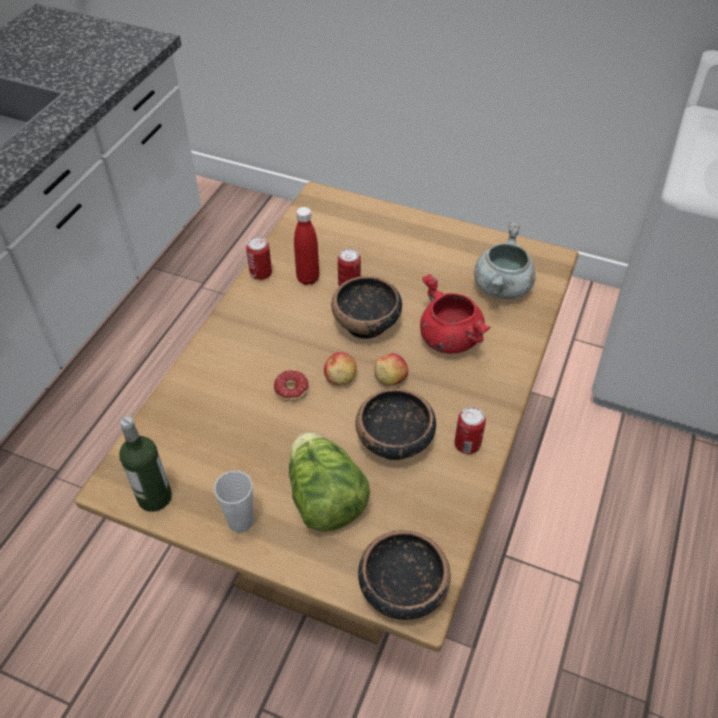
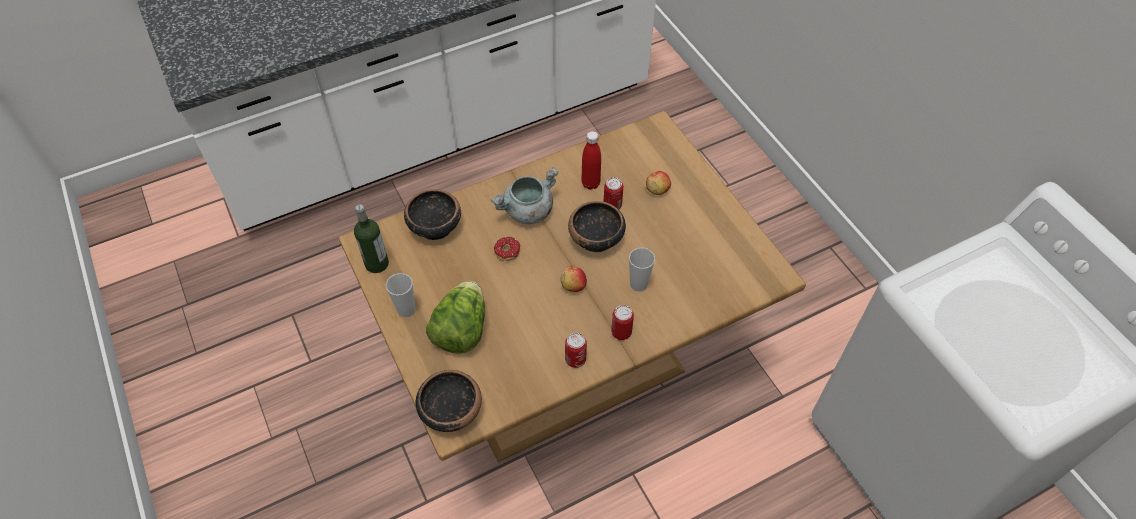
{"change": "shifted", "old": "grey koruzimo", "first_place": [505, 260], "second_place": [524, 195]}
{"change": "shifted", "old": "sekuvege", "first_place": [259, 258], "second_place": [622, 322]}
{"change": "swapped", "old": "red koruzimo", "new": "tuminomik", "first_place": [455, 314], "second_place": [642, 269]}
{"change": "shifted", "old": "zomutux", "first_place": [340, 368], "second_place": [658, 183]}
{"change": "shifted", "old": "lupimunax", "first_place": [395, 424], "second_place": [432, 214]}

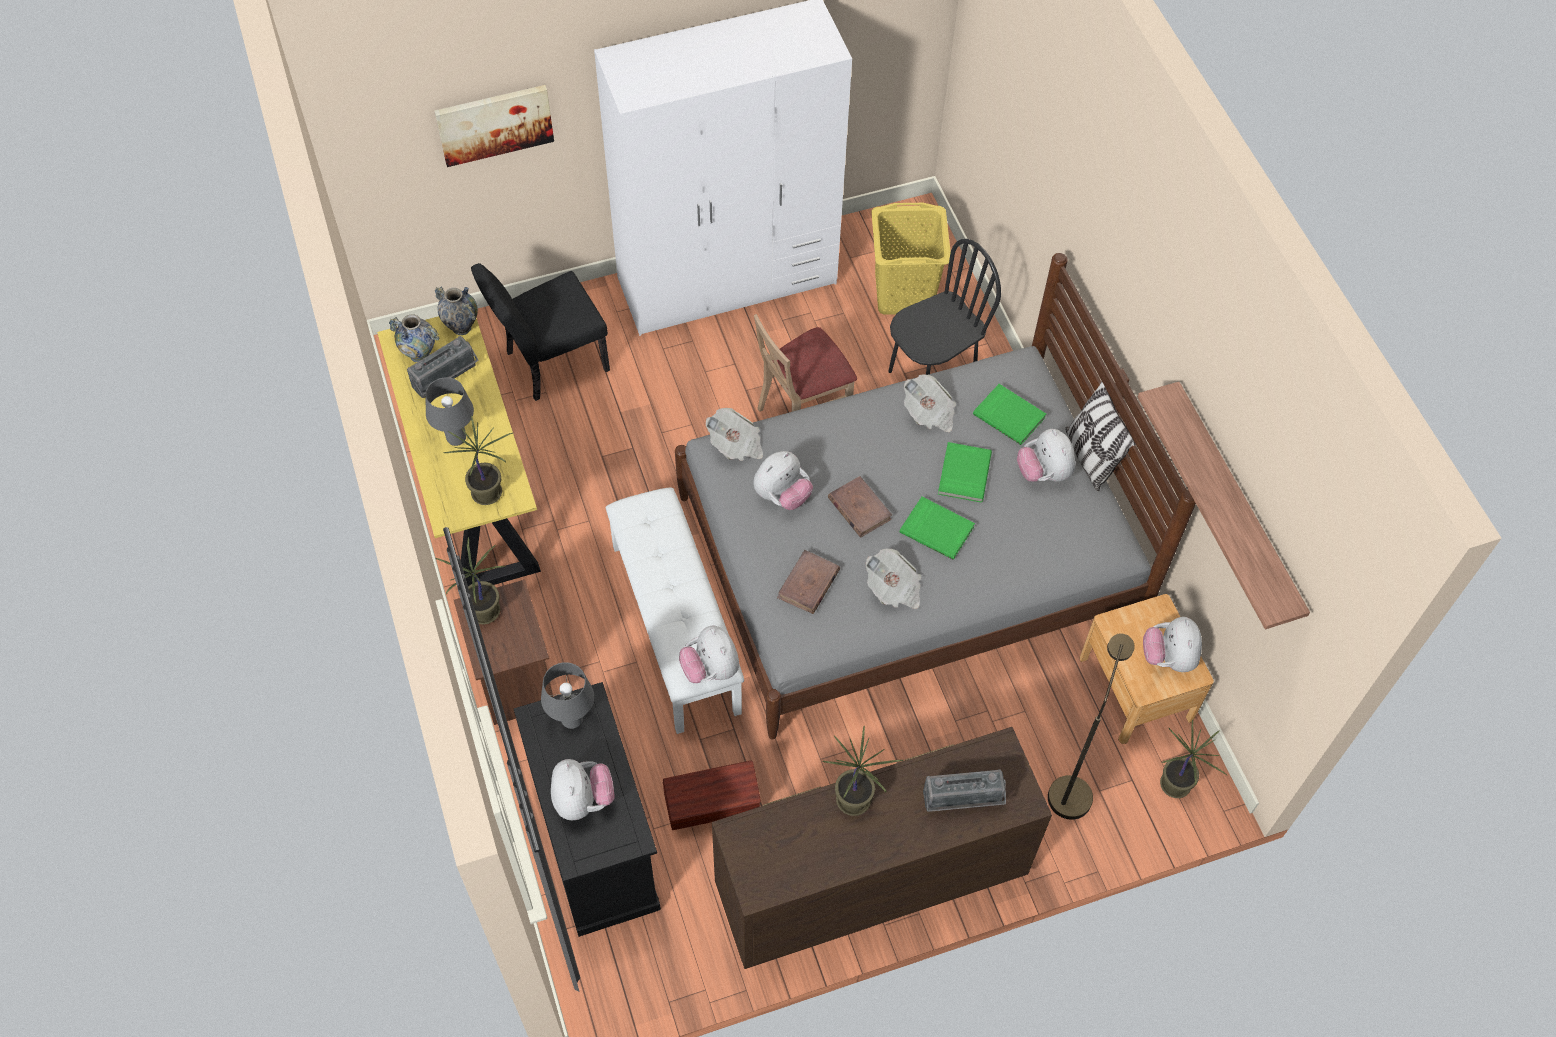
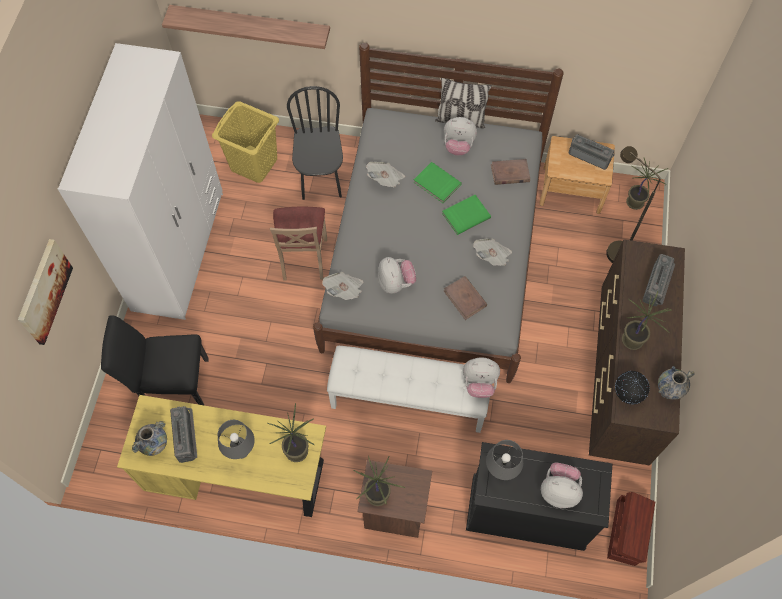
{"change": "rotated", "old": "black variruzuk", "first_place": [540, 332], "second_place": [155, 360], "degrees": 90}
{"change": "shifted", "old": "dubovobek", "first_place": [456, 310], "second_place": [676, 383]}
{"change": "shifted", "old": "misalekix", "first_place": [1224, 505], "second_place": [246, 27]}
{"change": "gone", "old": "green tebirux", "first_place": [1009, 414]}
{"change": "shifted", "old": "brown tebirux", "first_place": [860, 507], "second_place": [510, 172]}
{"change": "swapped", "old": "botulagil", "new": "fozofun", "first_place": [1172, 644], "second_place": [591, 152]}
{"change": "shifted", "old": "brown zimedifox", "first_place": [712, 795], "second_place": [631, 529]}
{"change": "new", "new": "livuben", "second_place": [632, 387]}

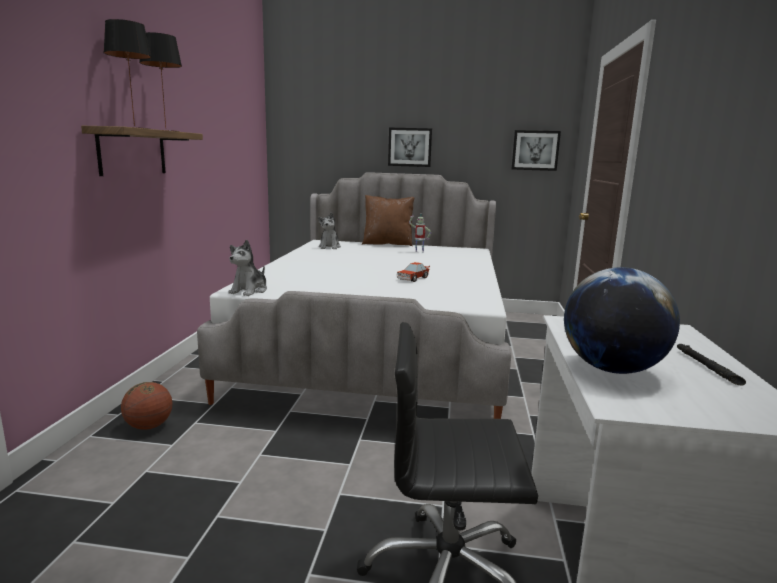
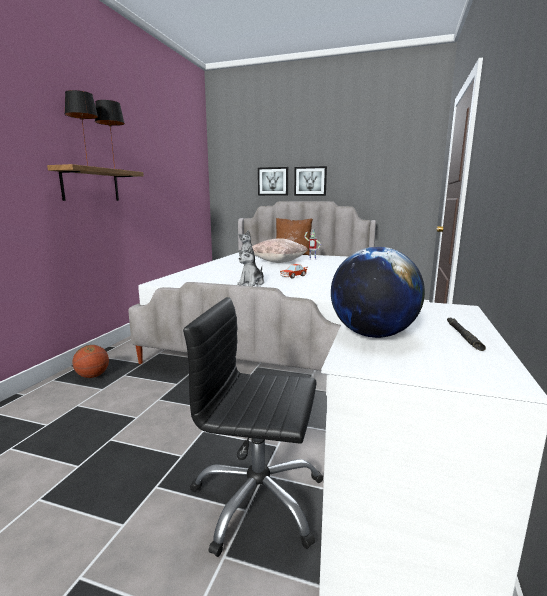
{"change": "shifted", "old": "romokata", "first_place": [536, 150], "second_place": [273, 181]}
{"change": "shifted", "old": "botulagil", "first_place": [248, 268], "second_place": [250, 266]}
{"change": "new", "new": "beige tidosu", "second_place": [280, 250]}

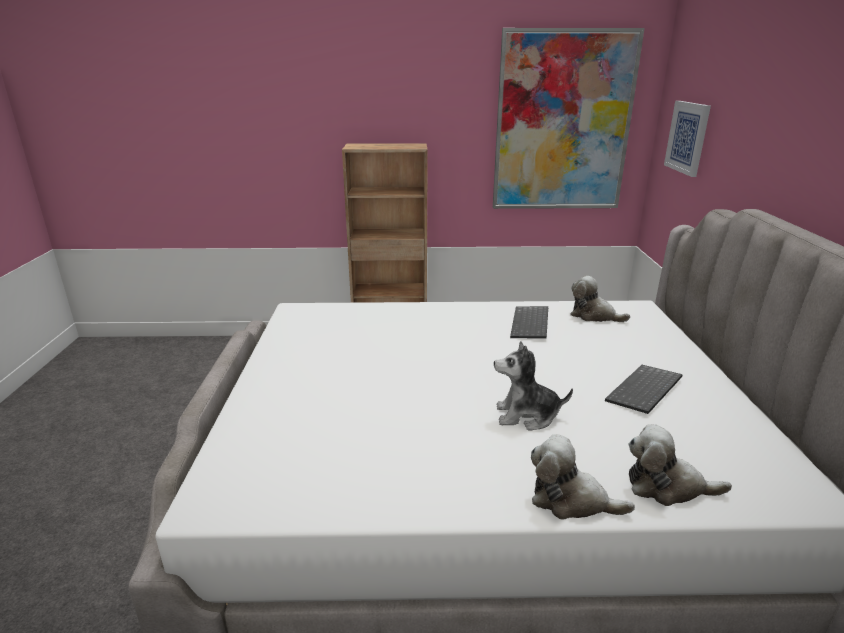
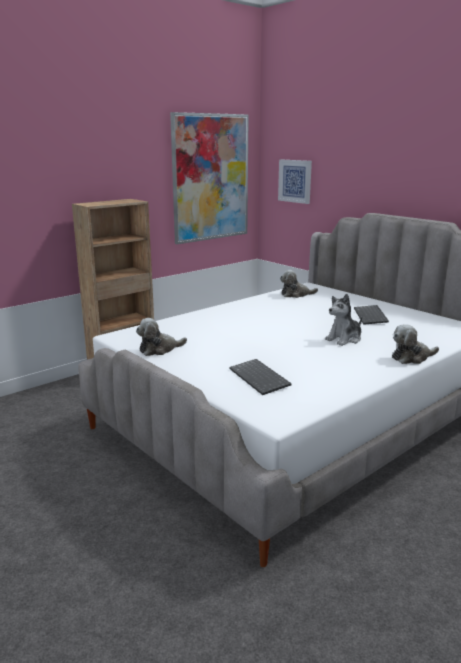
{"change": "shifted", "old": "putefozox", "first_place": [529, 322], "second_place": [260, 377]}
{"change": "shifted", "old": "botulagil", "first_place": [680, 465], "second_place": [161, 337]}

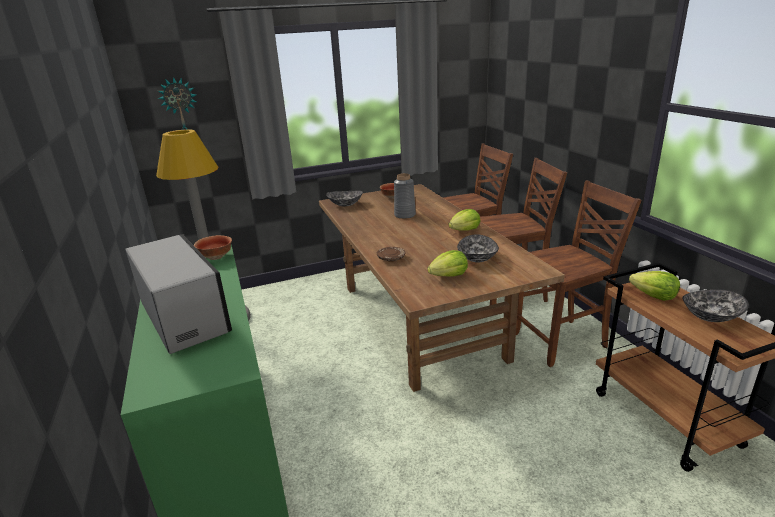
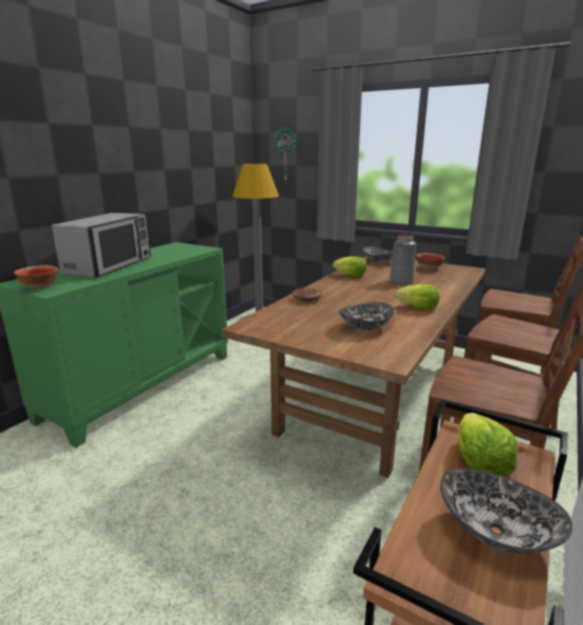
{"change": "shifted", "old": "lupimunax", "first_place": [213, 247], "second_place": [36, 277]}
{"change": "shifted", "old": "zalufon", "first_place": [447, 263], "second_place": [350, 266]}

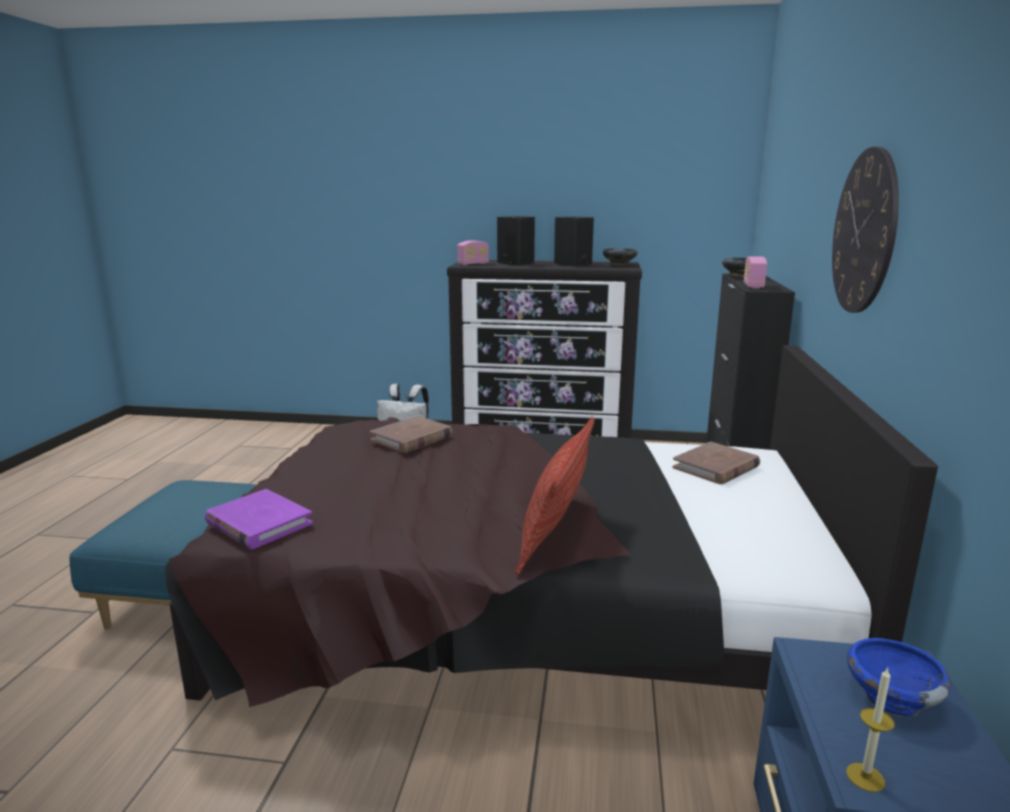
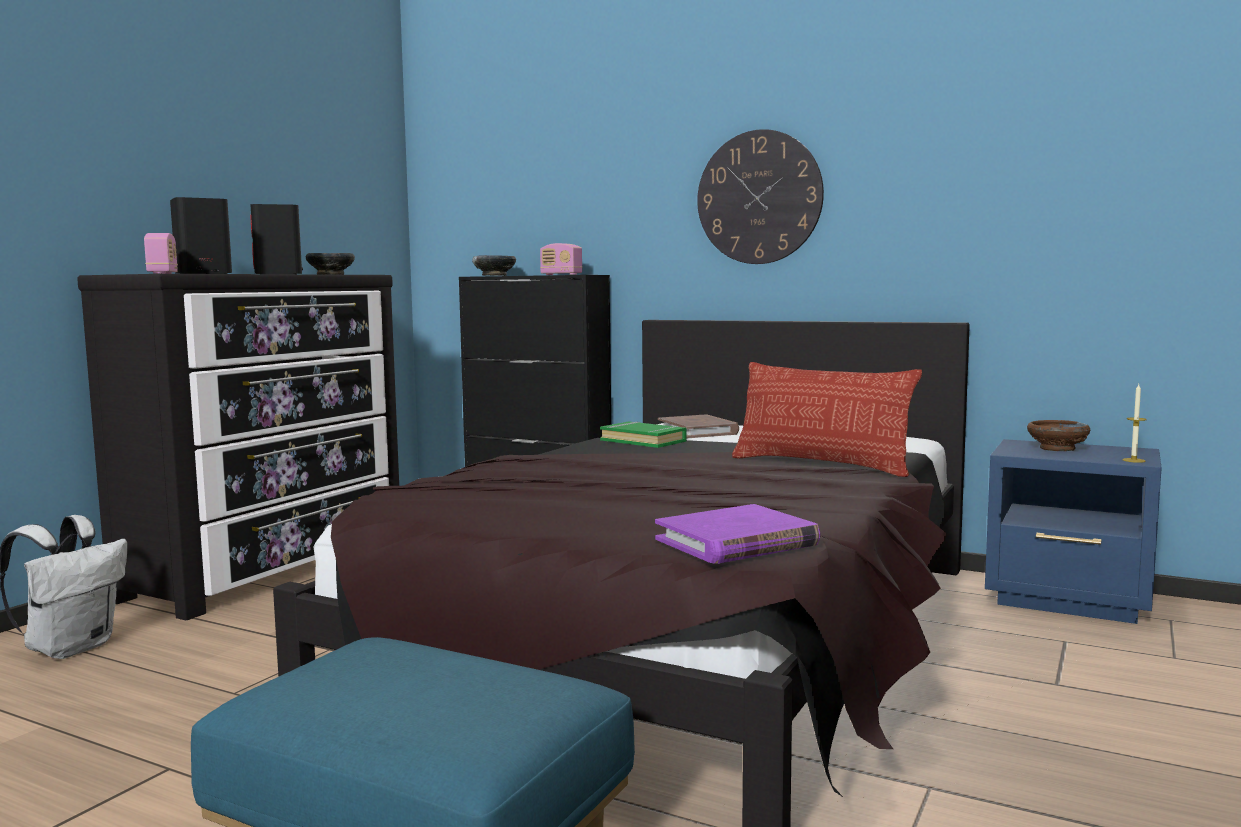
{"change": "gone", "old": "brown tebirux", "first_place": [411, 434]}
{"change": "repainted", "old": "blue lupimunax", "new": "brown lupimunax", "first_place": [899, 677], "second_place": [1058, 435]}
{"change": "new", "new": "green tebirux", "second_place": [643, 435]}

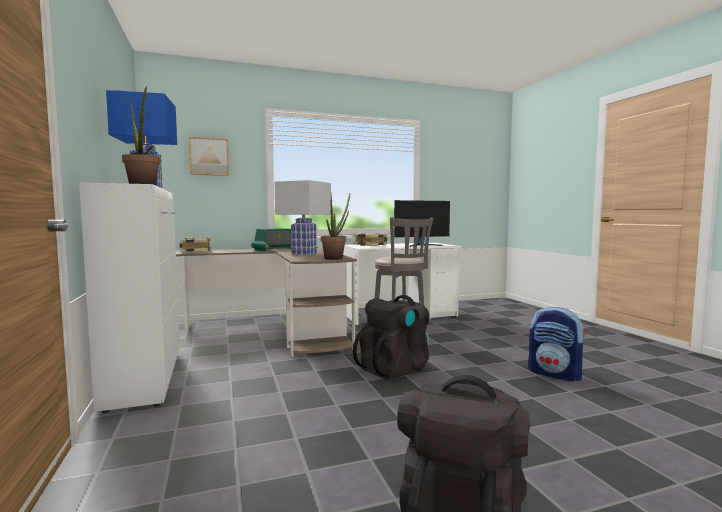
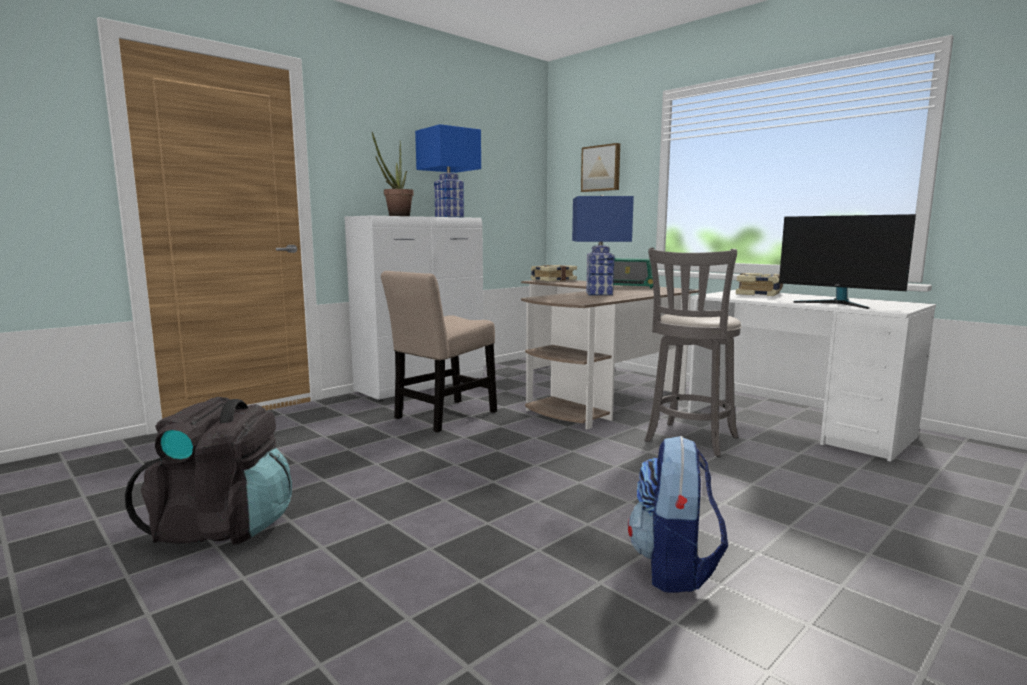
{"change": "repainted", "old": "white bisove", "new": "blue bisove", "first_place": [303, 217], "second_place": [603, 245]}
{"change": "gone", "old": "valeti", "first_place": [335, 226]}
{"change": "gone", "old": "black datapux", "first_place": [391, 337]}
{"change": "new", "new": "beige variruzuk", "second_place": [439, 351]}

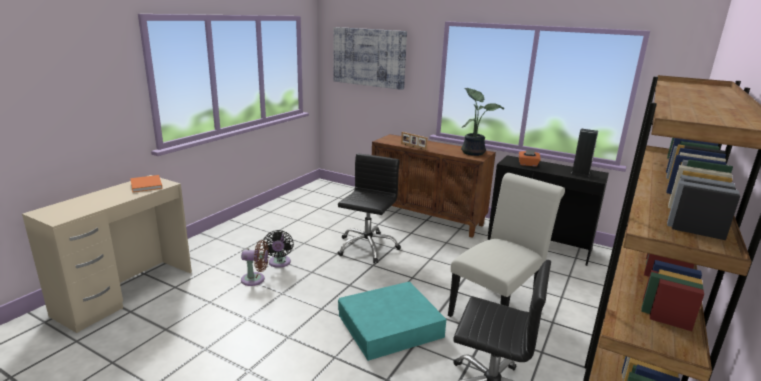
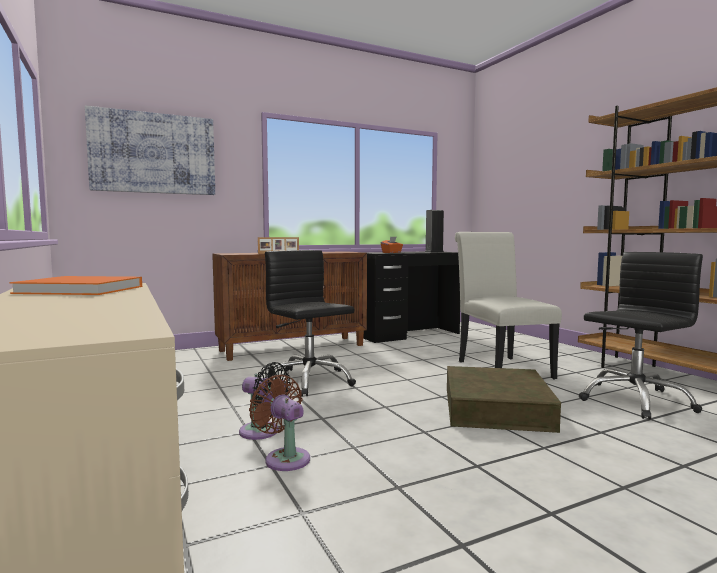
{"change": "gone", "old": "valeti", "first_place": [482, 122]}
{"change": "rotated", "old": "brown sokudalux", "first_place": [255, 263], "second_place": [279, 423], "degrees": -75}
{"change": "repainted", "old": "turquoise zimedifox", "new": "brown zimedifox", "first_place": [392, 321], "second_place": [504, 399]}

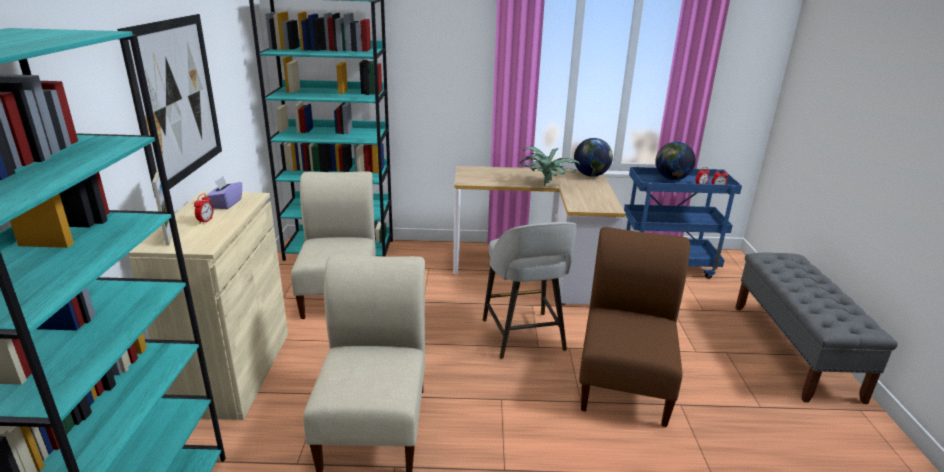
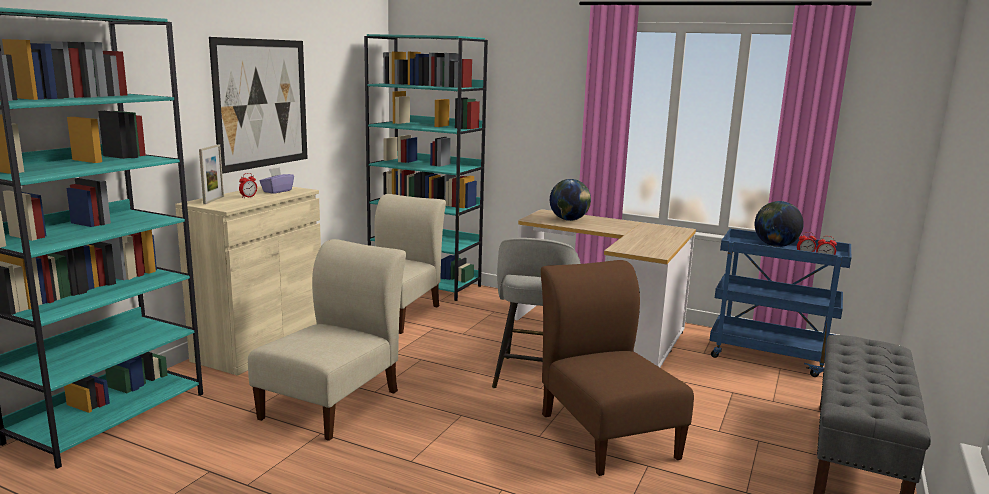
{"change": "shifted", "old": "livuben", "first_place": [593, 157], "second_place": [570, 200]}
{"change": "gone", "old": "valeti", "first_place": [550, 166]}
{"change": "rotated", "old": "brown variruzuk", "first_place": [634, 327], "second_place": [617, 368], "degrees": -60}

